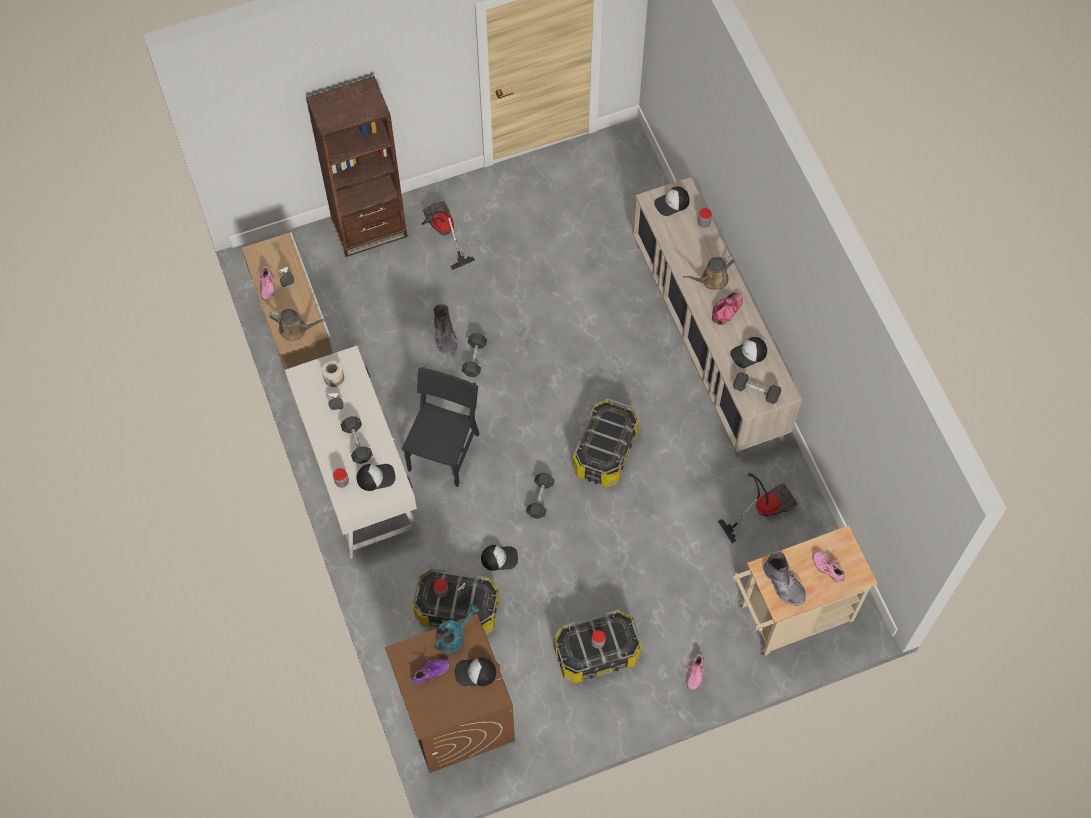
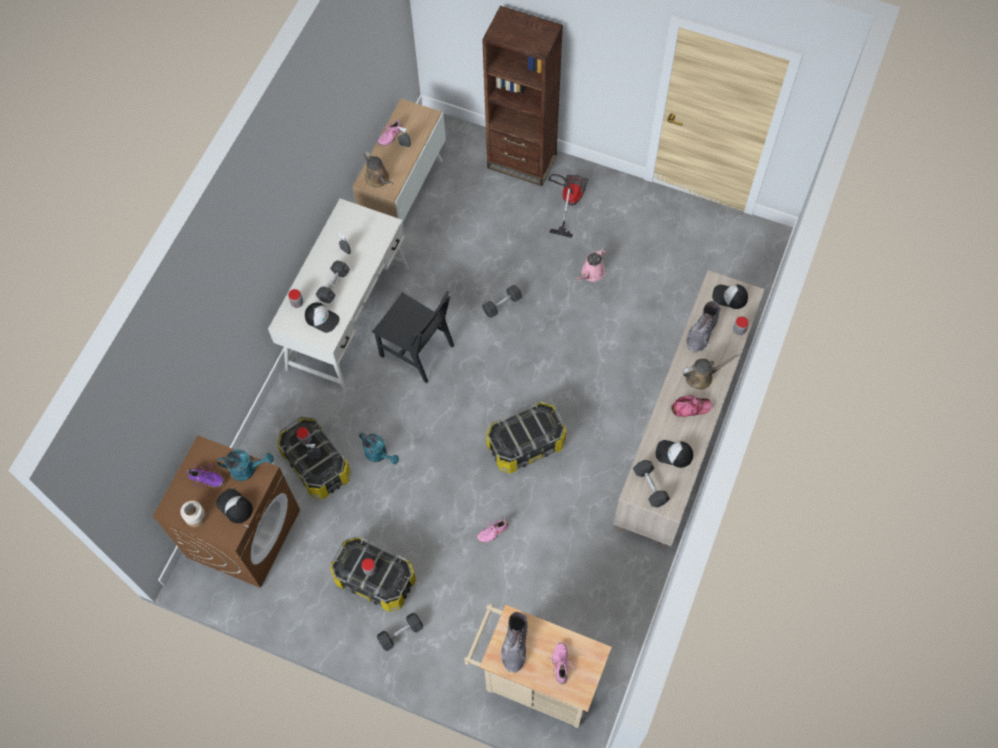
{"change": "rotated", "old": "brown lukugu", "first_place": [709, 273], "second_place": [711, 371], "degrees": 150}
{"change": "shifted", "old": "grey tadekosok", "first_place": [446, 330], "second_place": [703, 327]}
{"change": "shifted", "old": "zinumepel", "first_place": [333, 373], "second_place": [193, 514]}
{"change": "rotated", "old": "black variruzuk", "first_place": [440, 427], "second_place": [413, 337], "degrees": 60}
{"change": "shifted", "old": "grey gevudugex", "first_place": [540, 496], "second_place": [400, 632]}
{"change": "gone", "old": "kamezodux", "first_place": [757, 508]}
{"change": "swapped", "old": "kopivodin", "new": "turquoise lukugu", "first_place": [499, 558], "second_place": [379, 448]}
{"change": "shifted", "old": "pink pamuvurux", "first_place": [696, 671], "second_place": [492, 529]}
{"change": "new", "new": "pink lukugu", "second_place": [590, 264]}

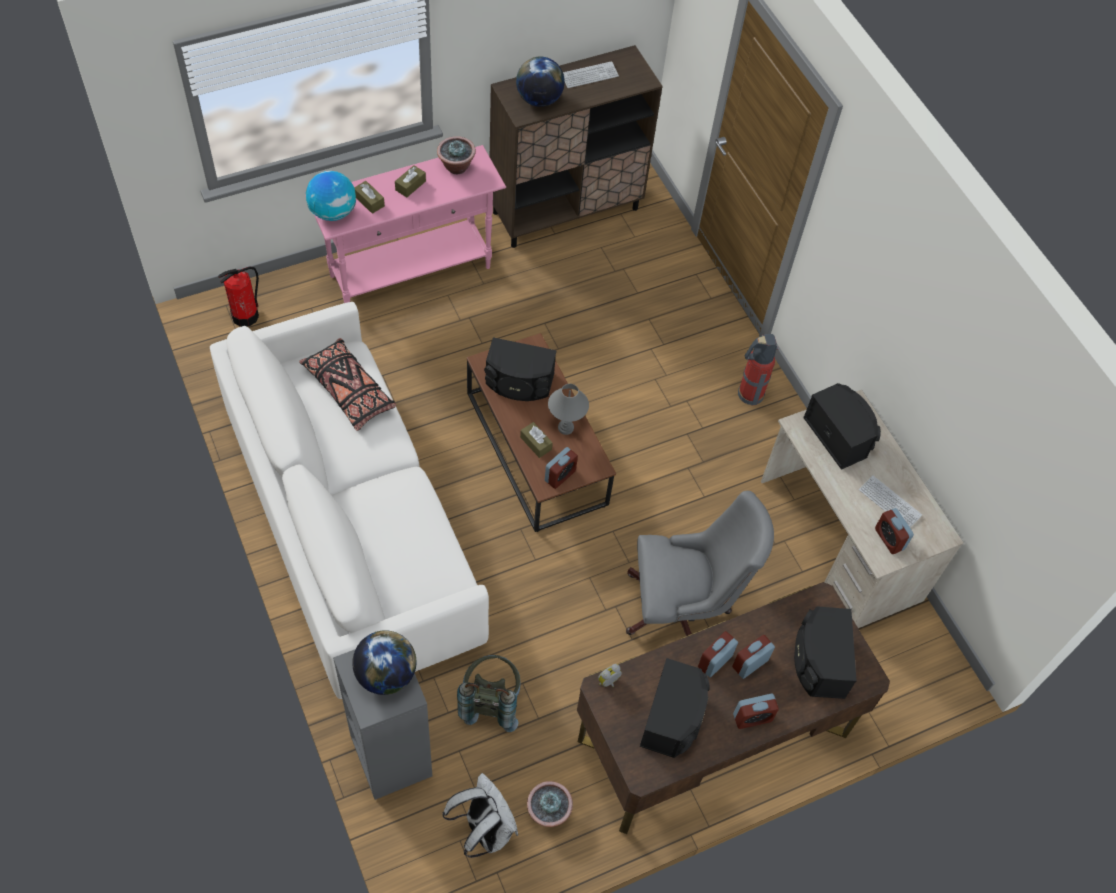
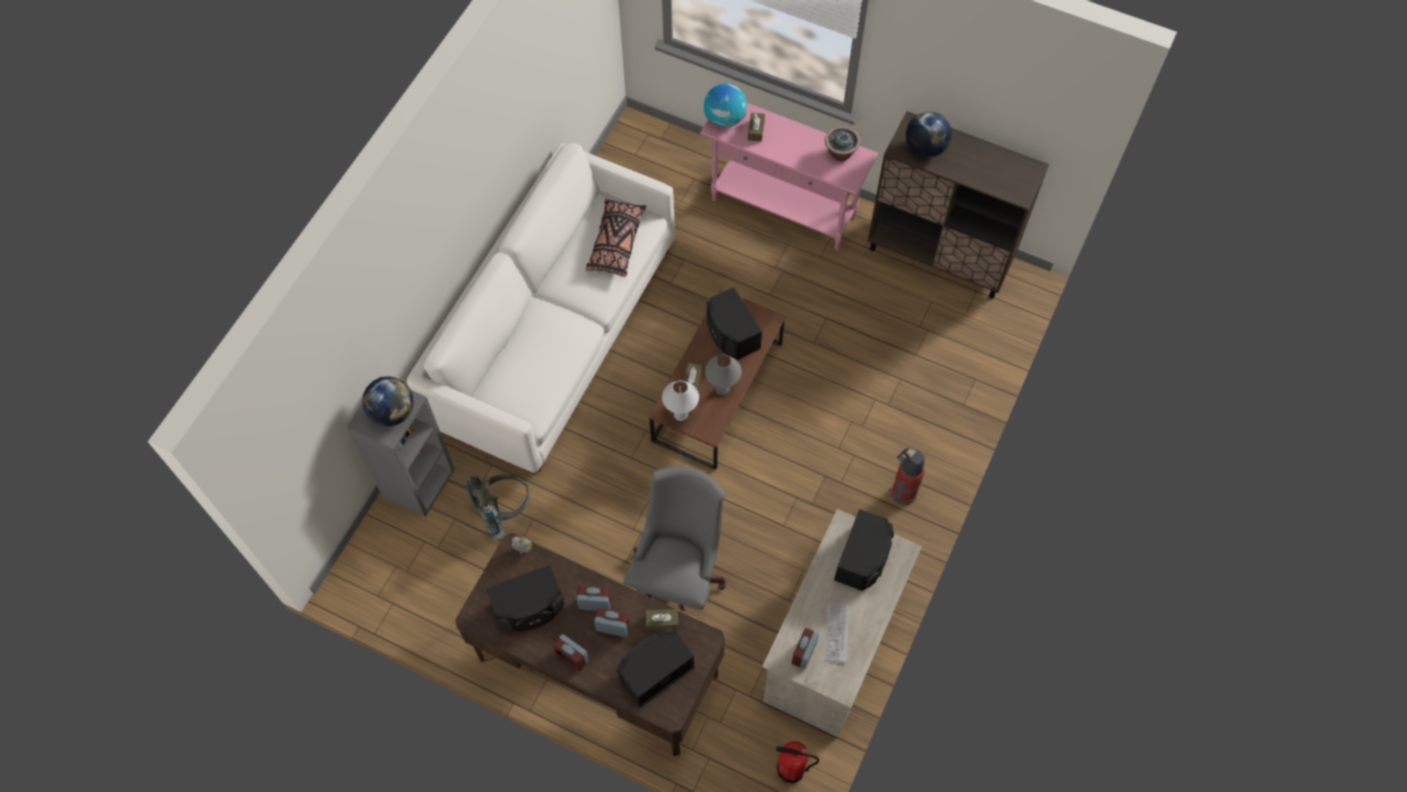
{"change": "gone", "old": "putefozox", "first_place": [591, 74]}
{"change": "shifted", "old": "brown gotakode", "first_place": [410, 181], "second_place": [662, 619]}
{"change": "shifted", "old": "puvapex", "first_place": [238, 297], "second_place": [797, 762]}
{"change": "swapped", "old": "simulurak", "new": "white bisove", "first_place": [561, 468], "second_place": [680, 400]}
{"change": "rotated", "old": "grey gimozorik", "first_place": [700, 563], "second_place": [674, 539], "degrees": -120}
{"change": "gone", "old": "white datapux", "first_place": [480, 815]}
{"change": "gone", "old": "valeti", "first_place": [550, 804]}

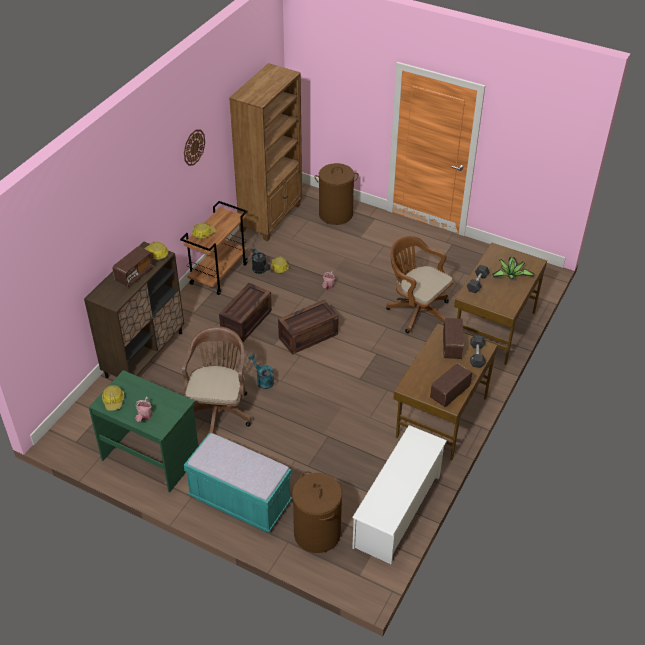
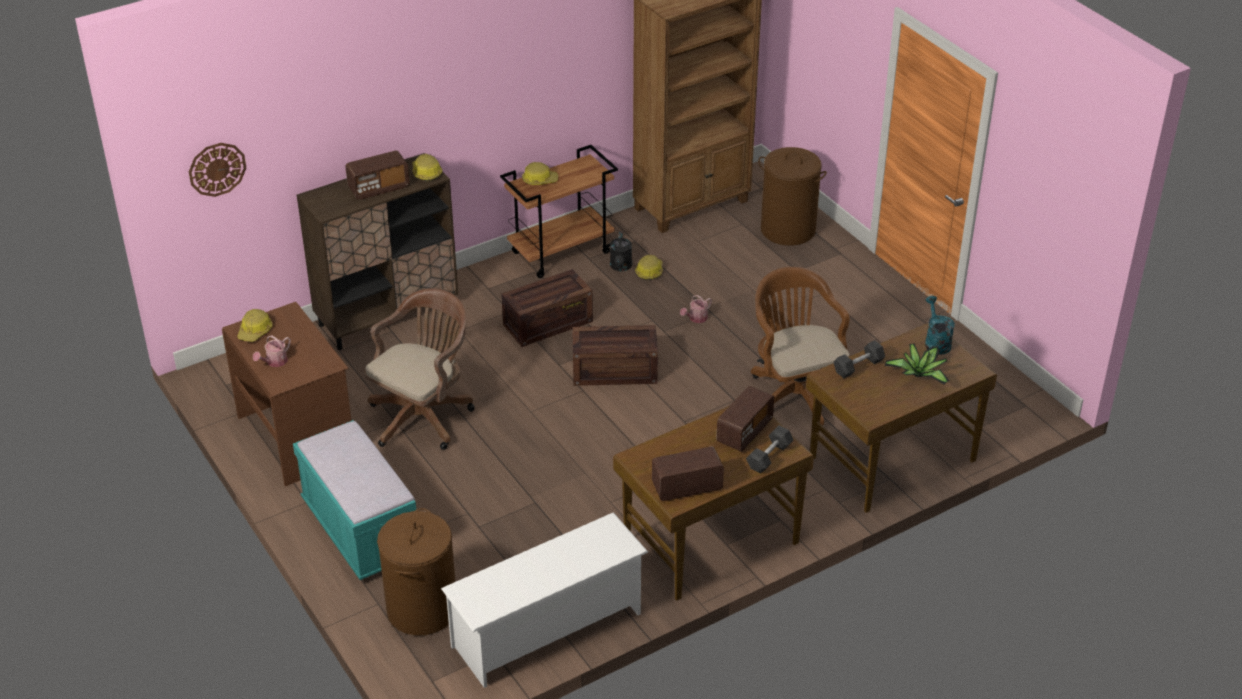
{"change": "shifted", "old": "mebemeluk", "first_place": [194, 148], "second_place": [217, 170]}
{"change": "shifted", "old": "turquoise lukugu", "first_place": [261, 371], "second_place": [940, 325]}
{"change": "repainted", "old": "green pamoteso", "new": "brown pamoteso", "first_place": [143, 431], "second_place": [287, 394]}

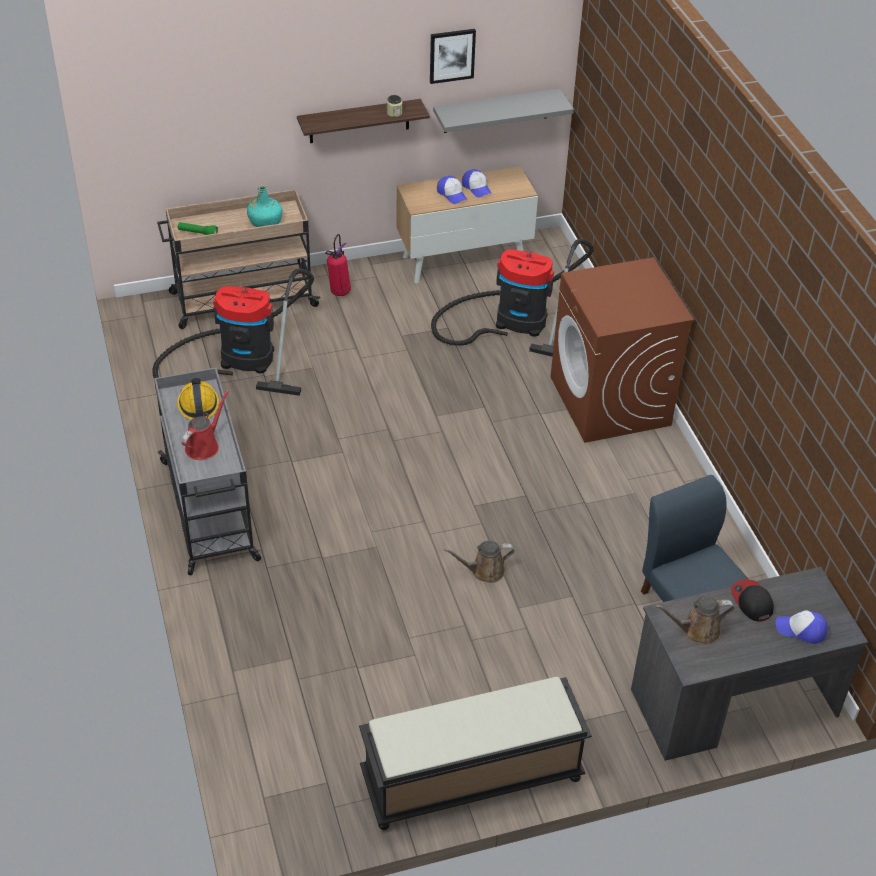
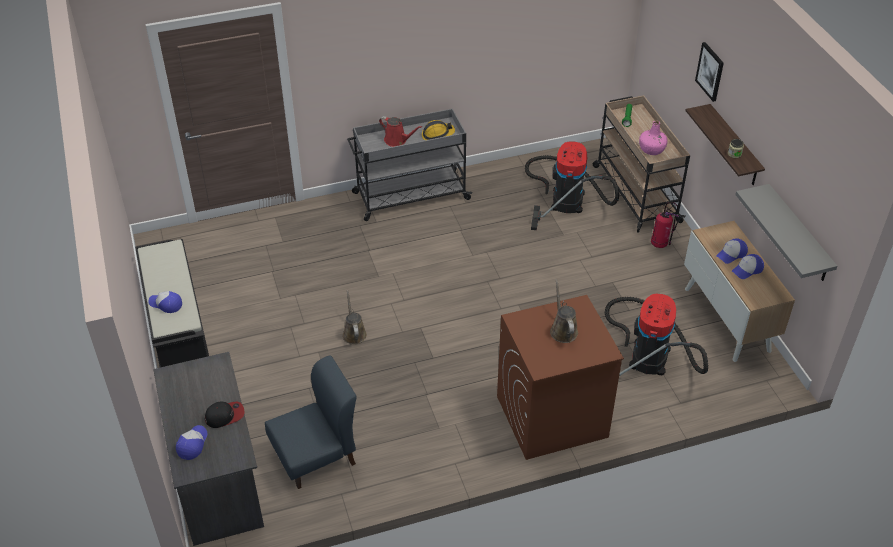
{"change": "shifted", "old": "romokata", "first_place": [453, 56], "second_place": [709, 72]}
{"change": "repainted", "old": "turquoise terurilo", "new": "pink terurilo", "first_place": [264, 206], "second_place": [653, 138]}
{"change": "shifted", "old": "brown lukugu", "first_place": [695, 620], "second_place": [564, 311]}
{"change": "new", "new": "kopivodin", "second_place": [165, 302]}

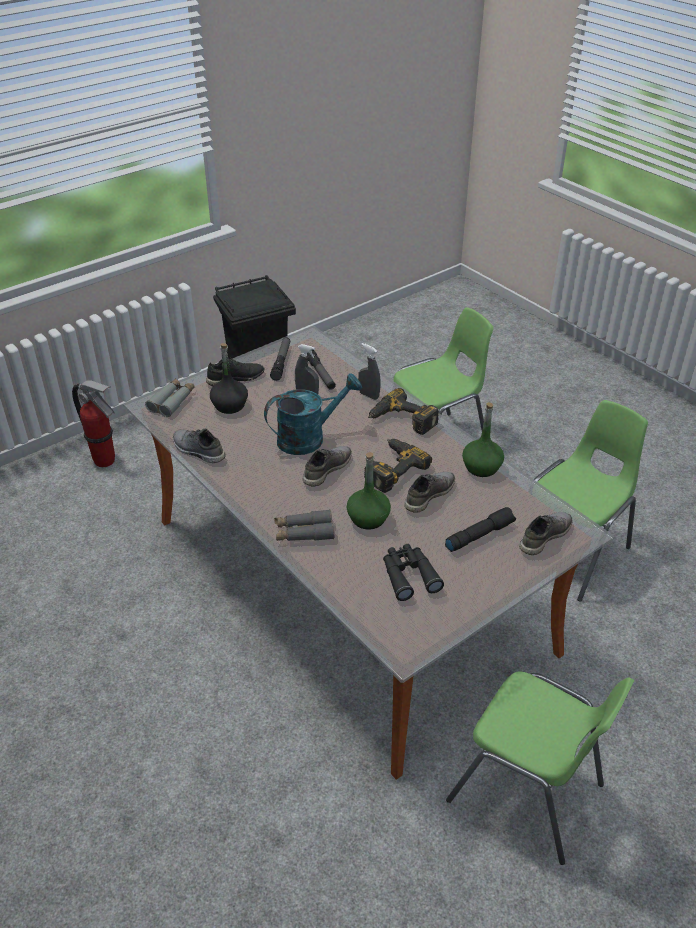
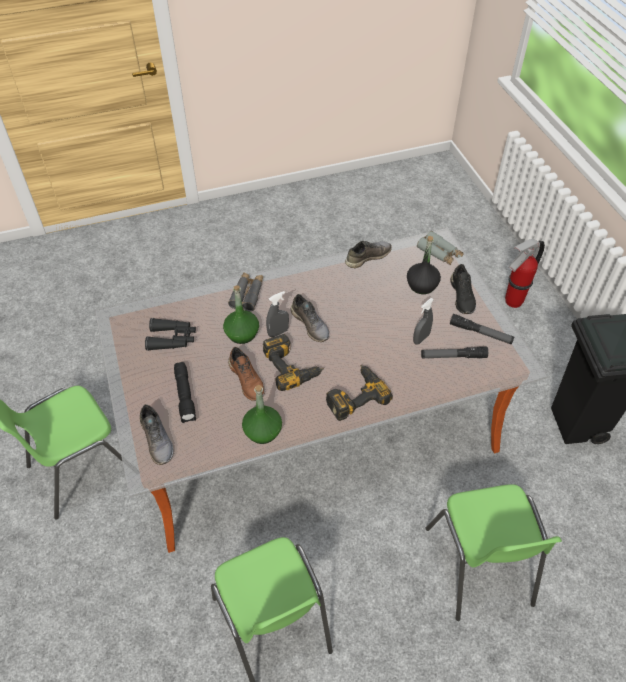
{"change": "shifted", "old": "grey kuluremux", "first_place": [369, 371], "second_place": [277, 314]}
{"change": "gone", "old": "turquoise lukugu", "first_place": [313, 414]}
{"change": "repainted", "old": "grey pamuvurux", "new": "brown pamuvurux", "first_place": [429, 492], "second_place": [246, 374]}

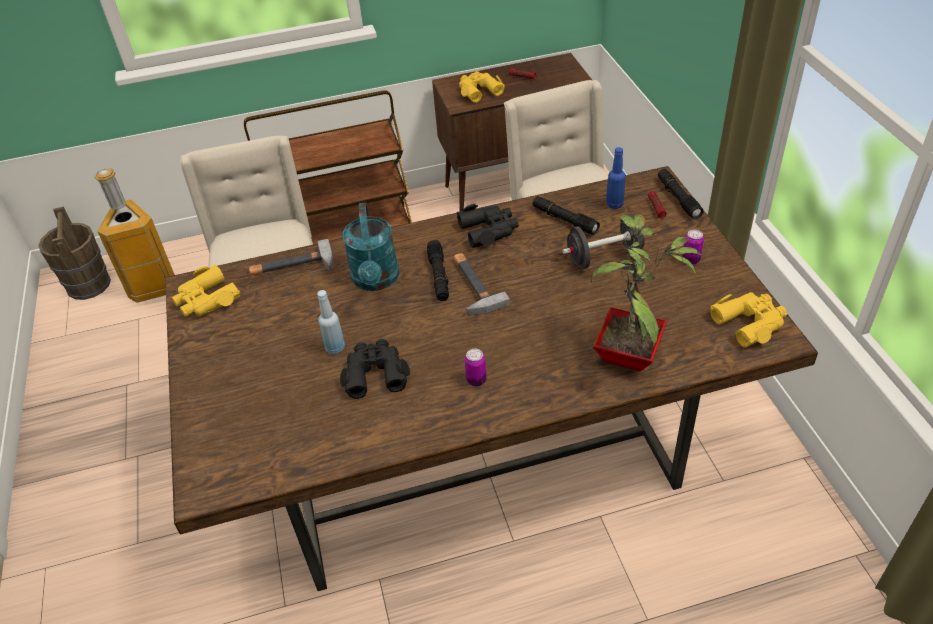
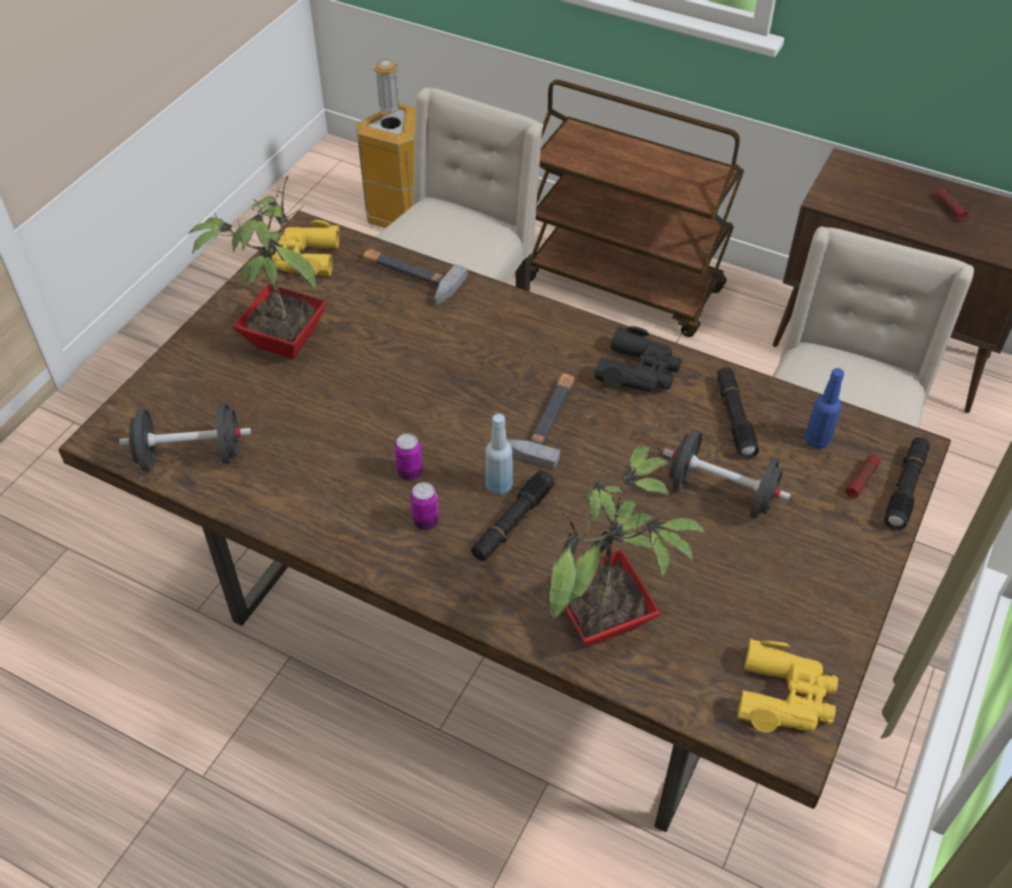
{"change": "gone", "old": "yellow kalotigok", "first_place": [482, 87]}
{"change": "gone", "old": "turquoise lukugu", "first_place": [371, 246]}
{"change": "gone", "old": "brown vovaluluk", "first_place": [74, 253]}
{"change": "shifted", "old": "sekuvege", "first_place": [693, 247], "second_place": [409, 457]}
{"change": "shifted", "old": "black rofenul", "first_place": [438, 270], "second_place": [512, 516]}
{"change": "shifted", "old": "blue terurilo", "first_place": [331, 322], "second_place": [499, 454]}
{"change": "gone", "old": "black kalotigok", "first_place": [375, 369]}
{"change": "new", "new": "valeti", "second_place": [258, 267]}
{"change": "new", "new": "black gevudugex", "second_place": [185, 437]}

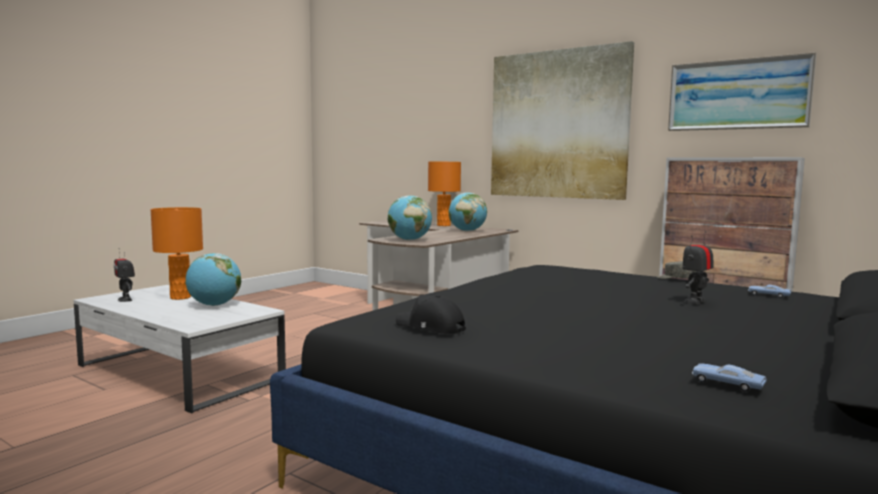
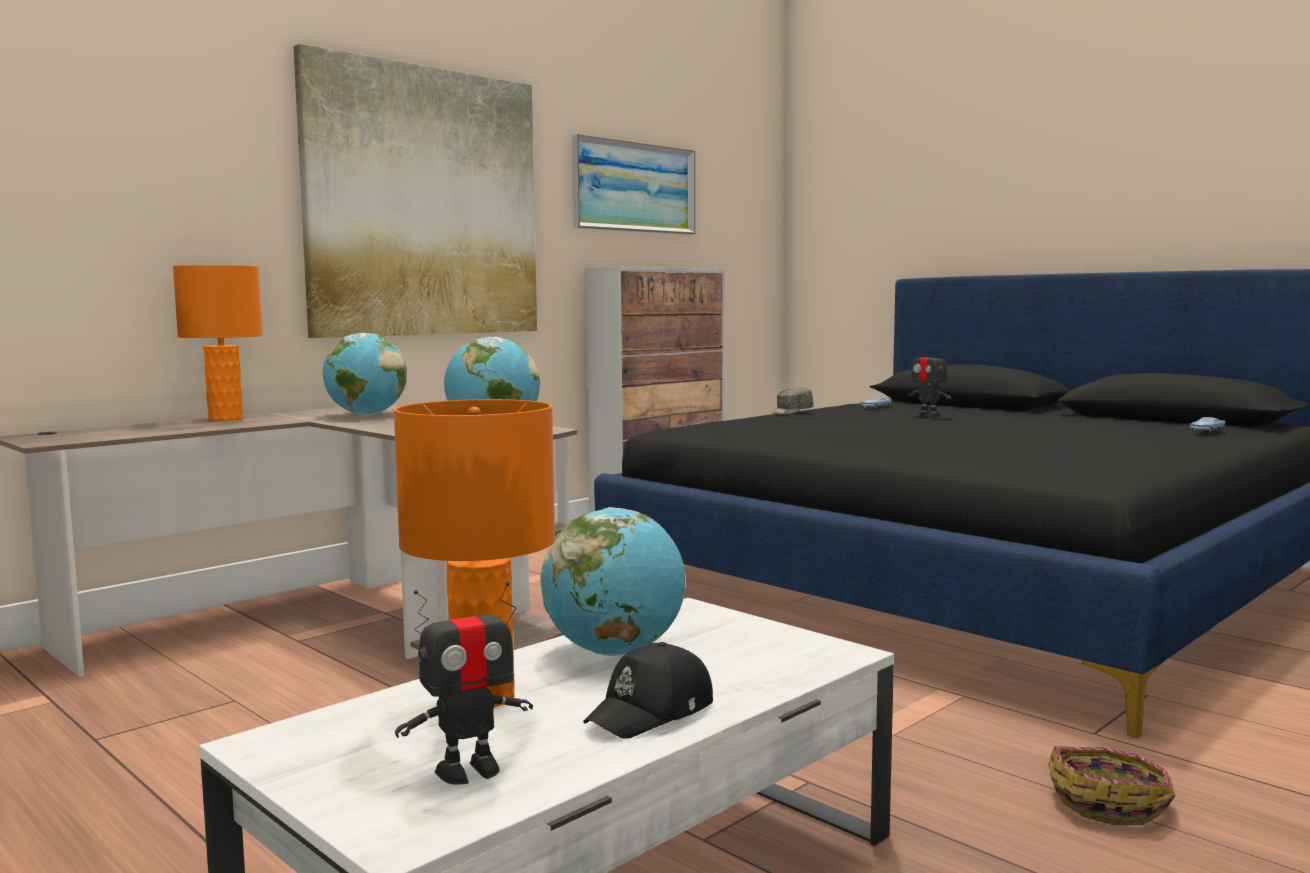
{"change": "shifted", "old": "black kopivodin", "first_place": [431, 314], "second_place": [648, 690]}
{"change": "new", "new": "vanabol", "second_place": [1111, 785]}

